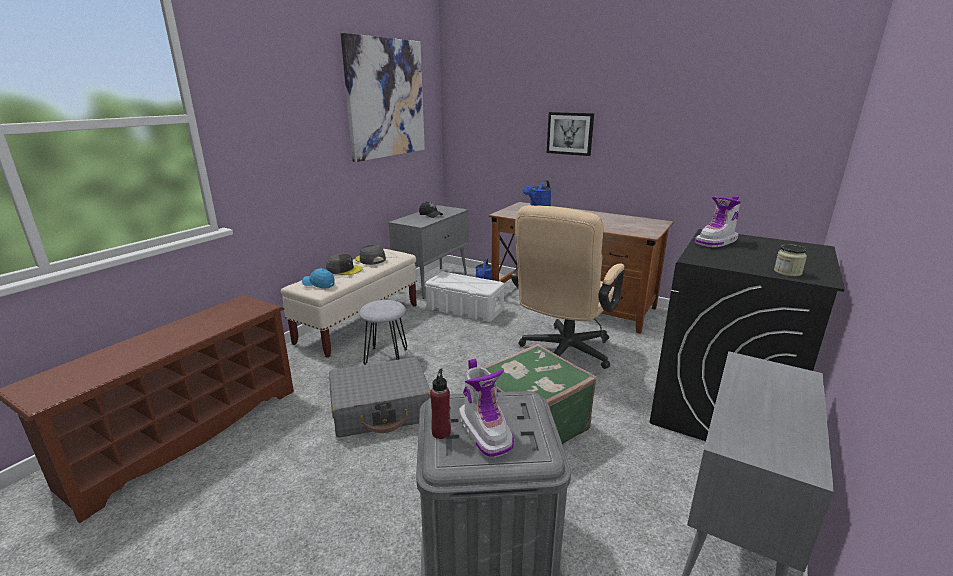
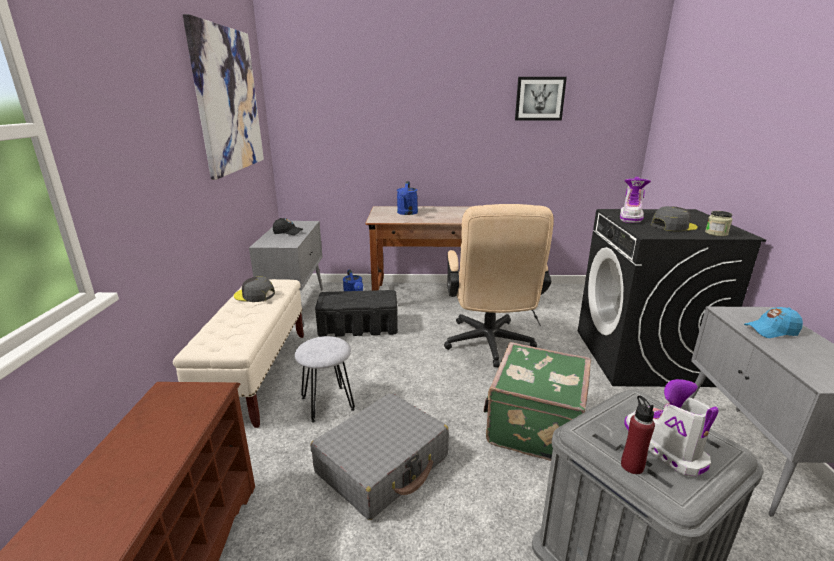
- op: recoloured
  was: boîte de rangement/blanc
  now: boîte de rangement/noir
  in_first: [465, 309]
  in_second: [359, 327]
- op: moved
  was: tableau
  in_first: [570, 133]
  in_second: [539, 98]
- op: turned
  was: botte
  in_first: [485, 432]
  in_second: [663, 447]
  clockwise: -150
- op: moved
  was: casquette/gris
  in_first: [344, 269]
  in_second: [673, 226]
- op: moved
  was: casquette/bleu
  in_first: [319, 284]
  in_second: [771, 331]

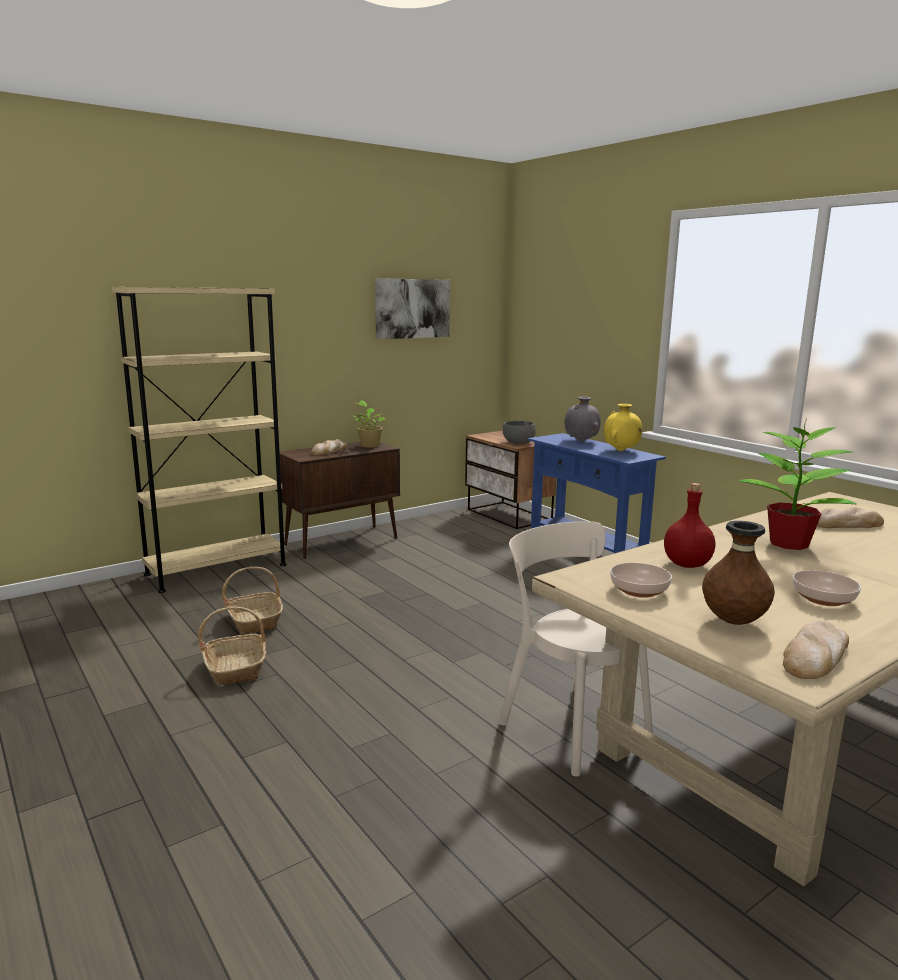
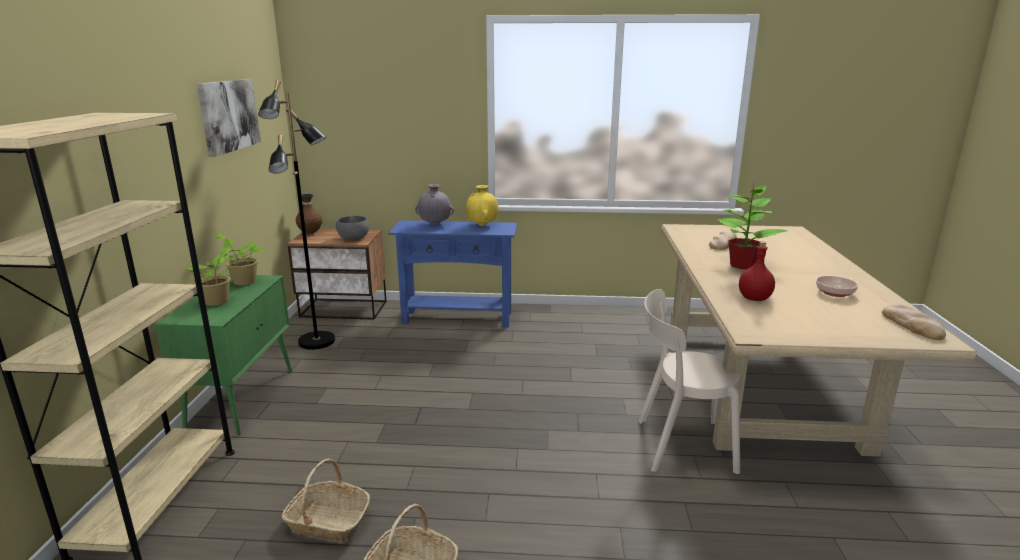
- op: recoloured
  was: meuble de rangement/marron
  now: meuble de rangement/vert
  in_first: [342, 541]
  in_second: [242, 398]
- op: replaced
  was: pain
  now: plante en pot
  in_first: [329, 451]
  in_second: [218, 302]
- op: added
  now: lampadaire/noir
  in_second: [317, 342]
- op: moved
  was: vase/marron
  in_first: [734, 622]
  in_second: [310, 233]
- op: removed
  was: bol
  in_first: [638, 590]

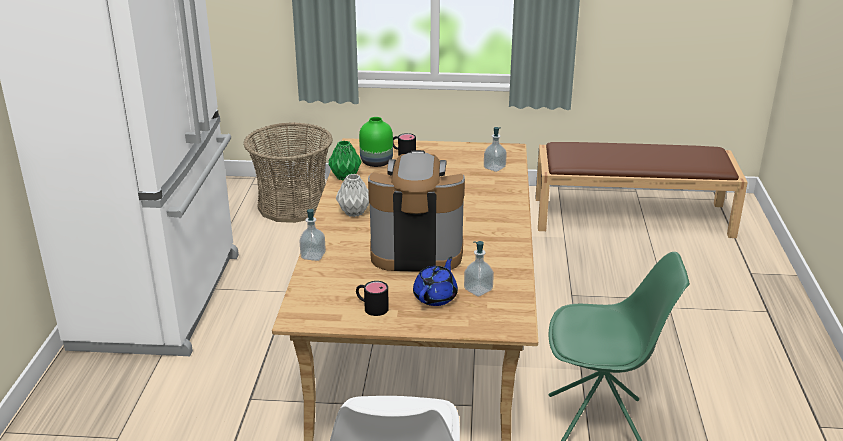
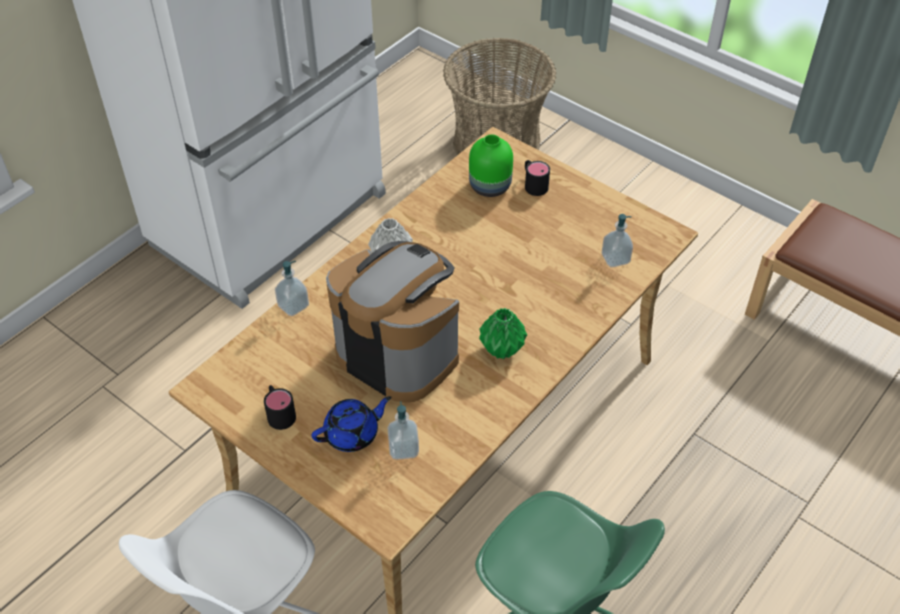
- op: moved
  was: vase/vert
  in_first: [345, 177]
  in_second: [502, 349]

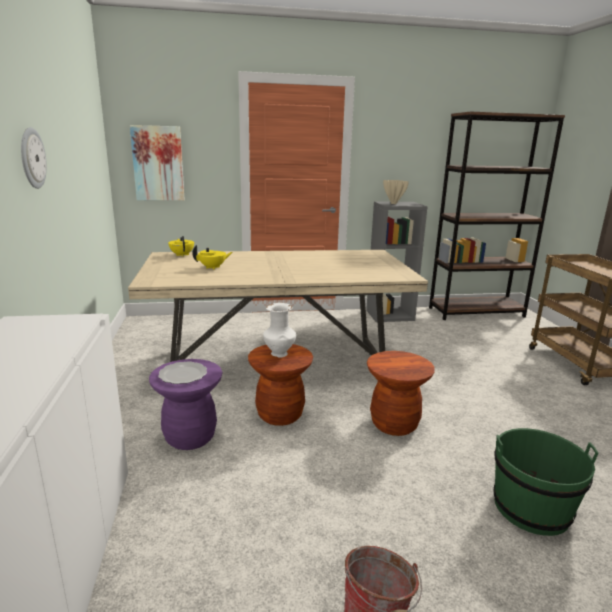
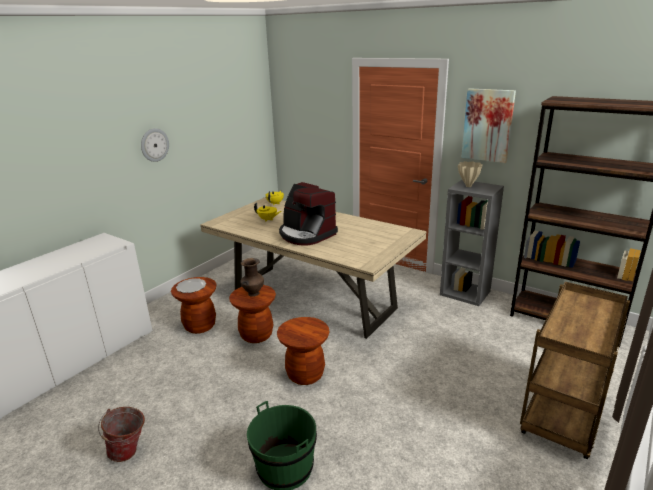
- op: recoloured
  was: tabouret/violet
  now: tabouret/marron
  in_first: [190, 437]
  in_second: [200, 326]
- op: recoloured
  was: vase/blanc
  now: vase/marron
  in_first: [279, 354]
  in_second: [253, 294]
- op: added
  now: machine à café
  in_second: [306, 234]
- op: moved
  was: tableau
  in_first: [158, 163]
  in_second: [487, 125]

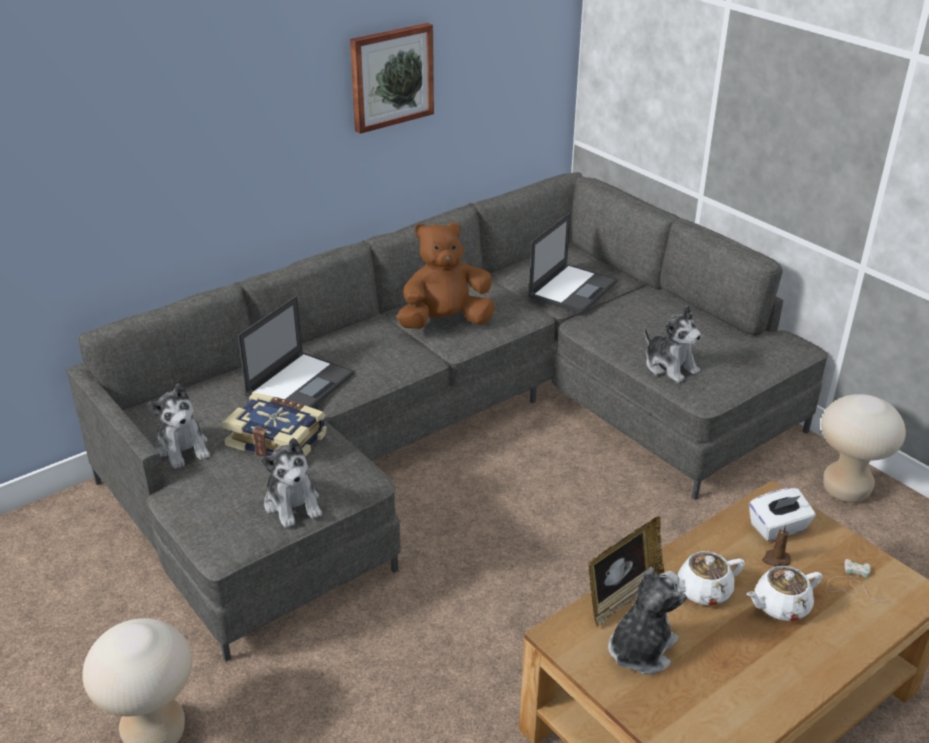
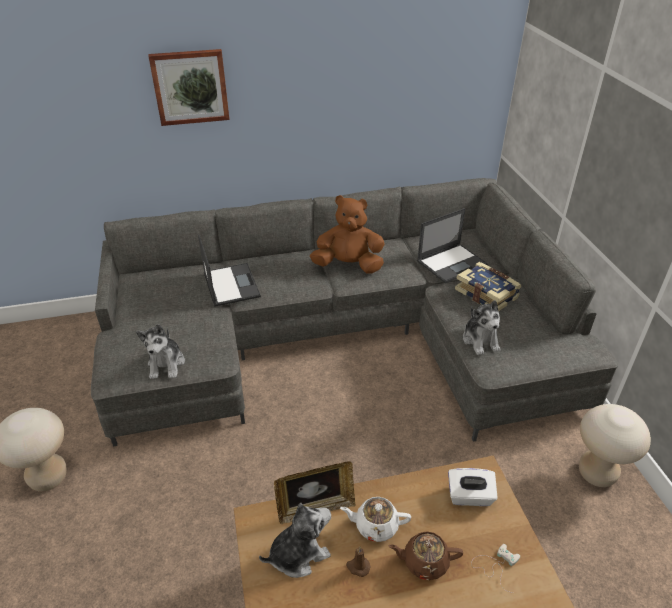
- op: moved
  was: tableau
  in_first: [391, 77]
  in_second: [190, 87]
- op: turned
  was: ordinateur portable
  in_first: [300, 384]
  in_second: [231, 284]
  clockwise: -75
- op: moved
  was: bougie/marron
  in_first: [775, 559]
  in_second: [358, 567]
- op: recoloured
  was: théière/blanc
  now: théière/marron
  in_first: [780, 606]
  in_second: [424, 561]
- op: moved
  was: livre
  in_first: [278, 440]
  in_second: [487, 294]
- op: removed
  was: peluche
  in_first: [183, 448]

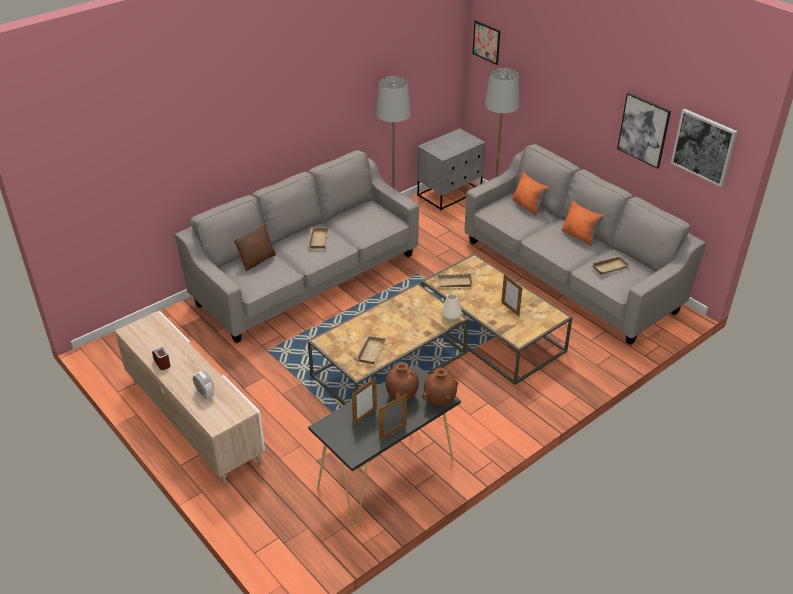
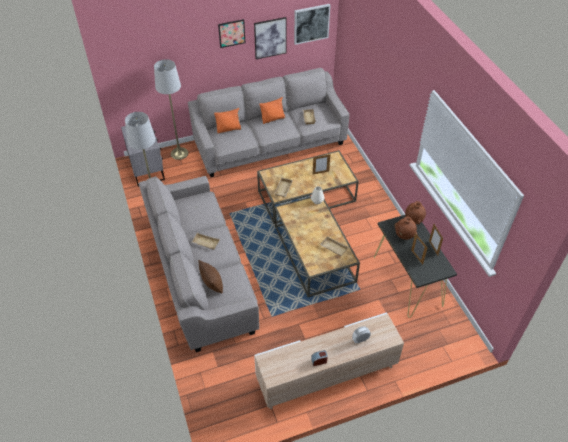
- op: moved
  was: tableau
  in_first: [486, 42]
  in_second: [231, 33]

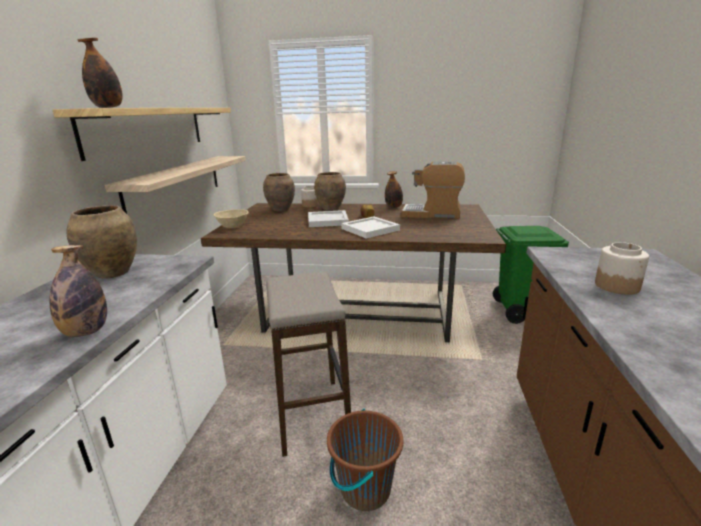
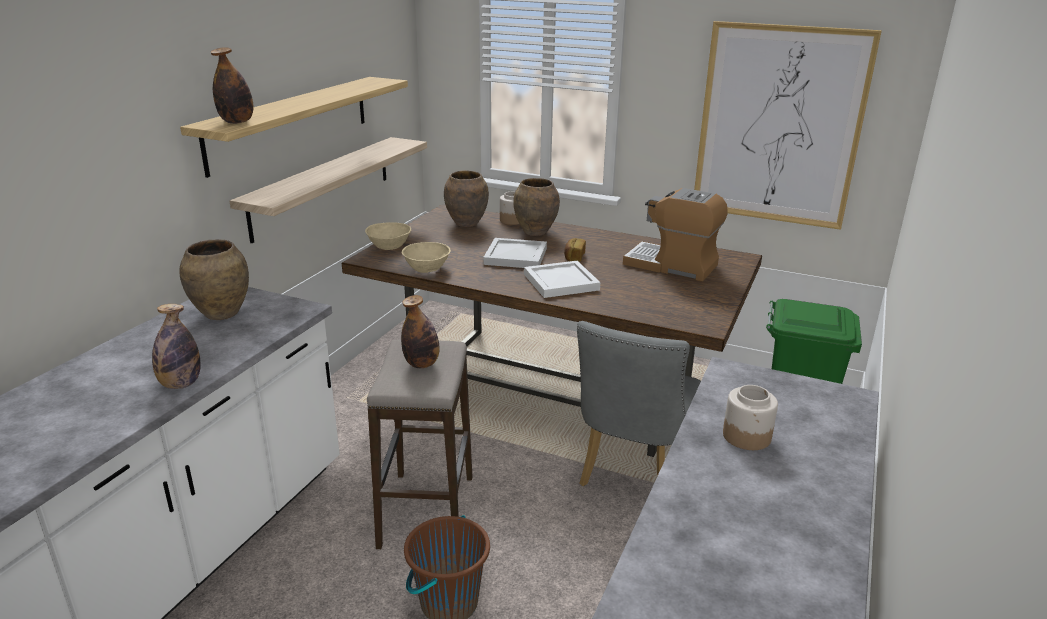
- op: moved
  was: bouteille
  in_first: [393, 207]
  in_second: [422, 364]
- op: added
  now: bol/beige
  in_second: [426, 268]
- op: added
  now: chaise/gris
  in_second: [631, 474]
- op: added
  now: tableau
  in_second: [779, 126]

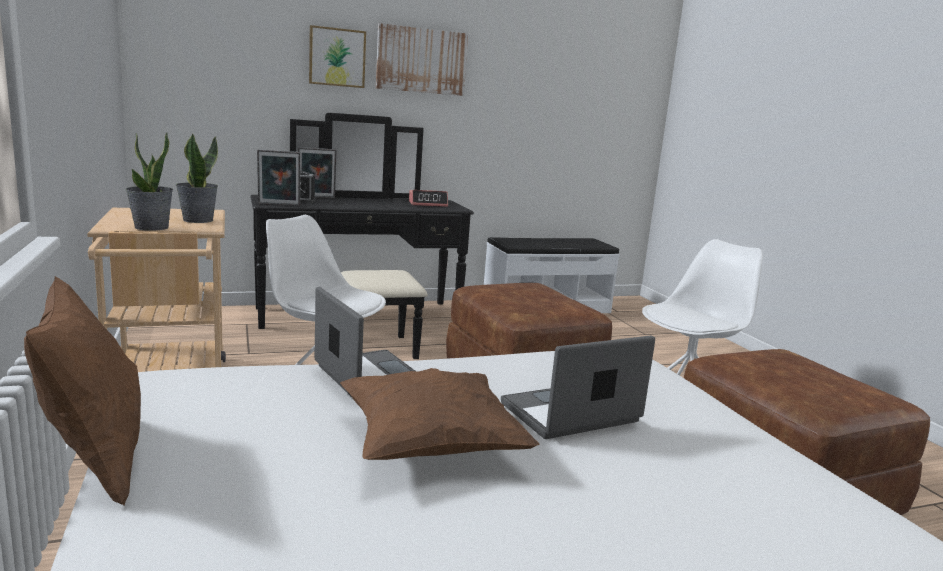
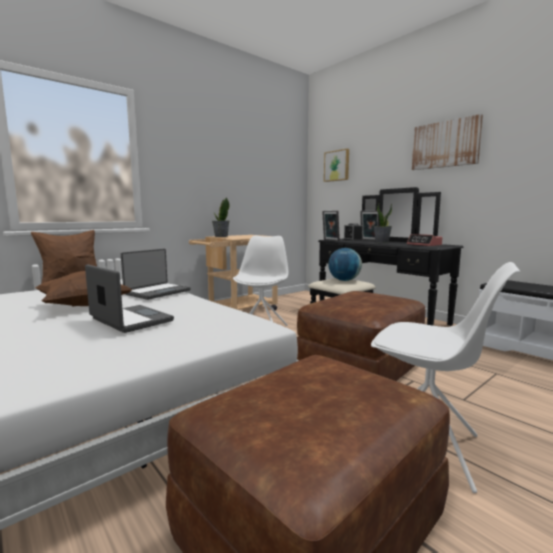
- op: moved
  was: tableau
  in_first: [337, 57]
  in_second: [337, 166]
- op: added
  now: globe
  in_second: [344, 280]
- op: moved
  was: plante en pot
  in_first: [197, 220]
  in_second: [381, 242]

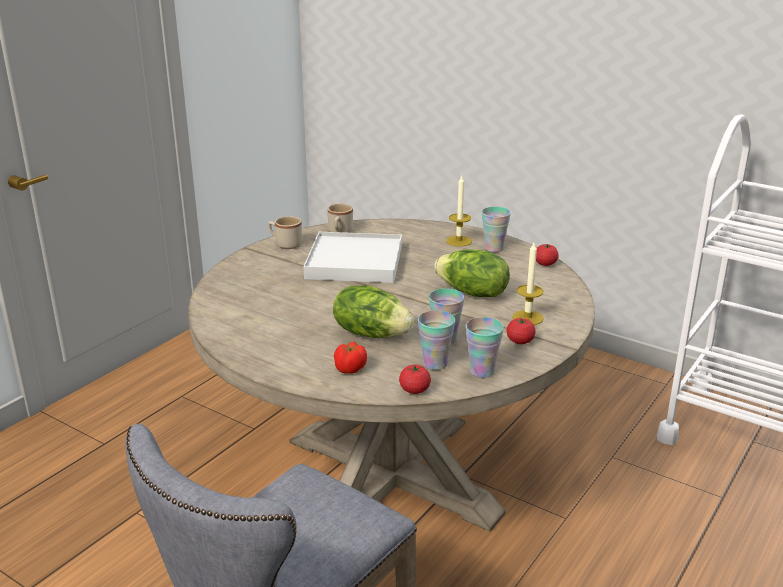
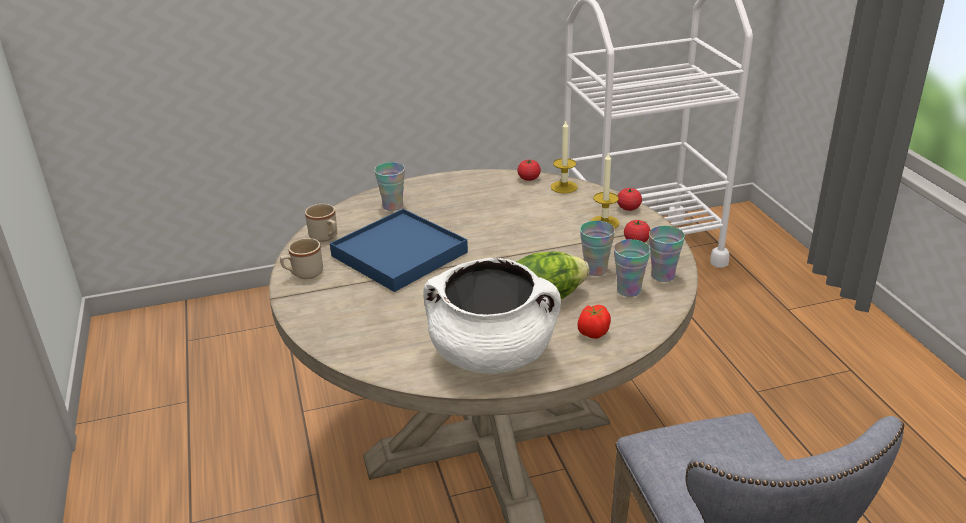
- op: recoloured
  was: plateau/blanc
  now: plateau/bleu
  in_first: [355, 262]
  in_second: [399, 254]
- op: moved
  was: tasse
  in_first: [494, 248]
  in_second: [393, 206]
- op: added
  now: marmite/blanc
  in_second: [492, 355]
- op: moved
  was: bougie
  in_first: [459, 241]
  in_second: [564, 187]
- op: moved
  was: tomate
  in_first: [414, 390]
  in_second: [628, 208]
- op: removed
  was: laitue
  in_first: [472, 293]

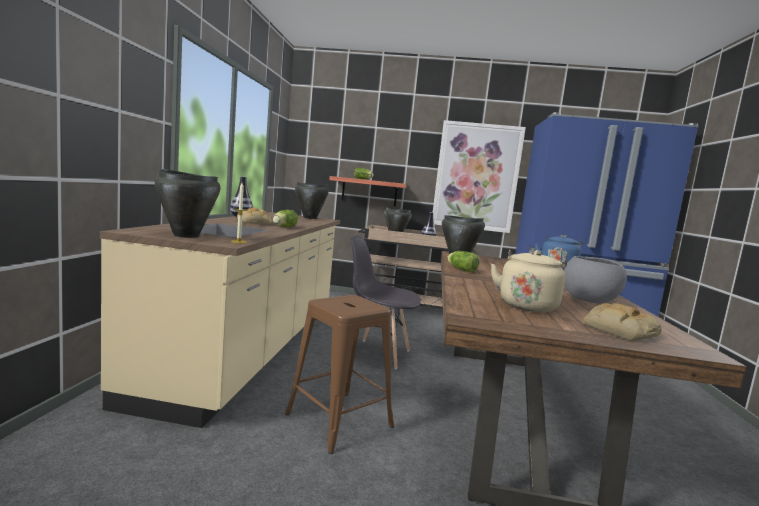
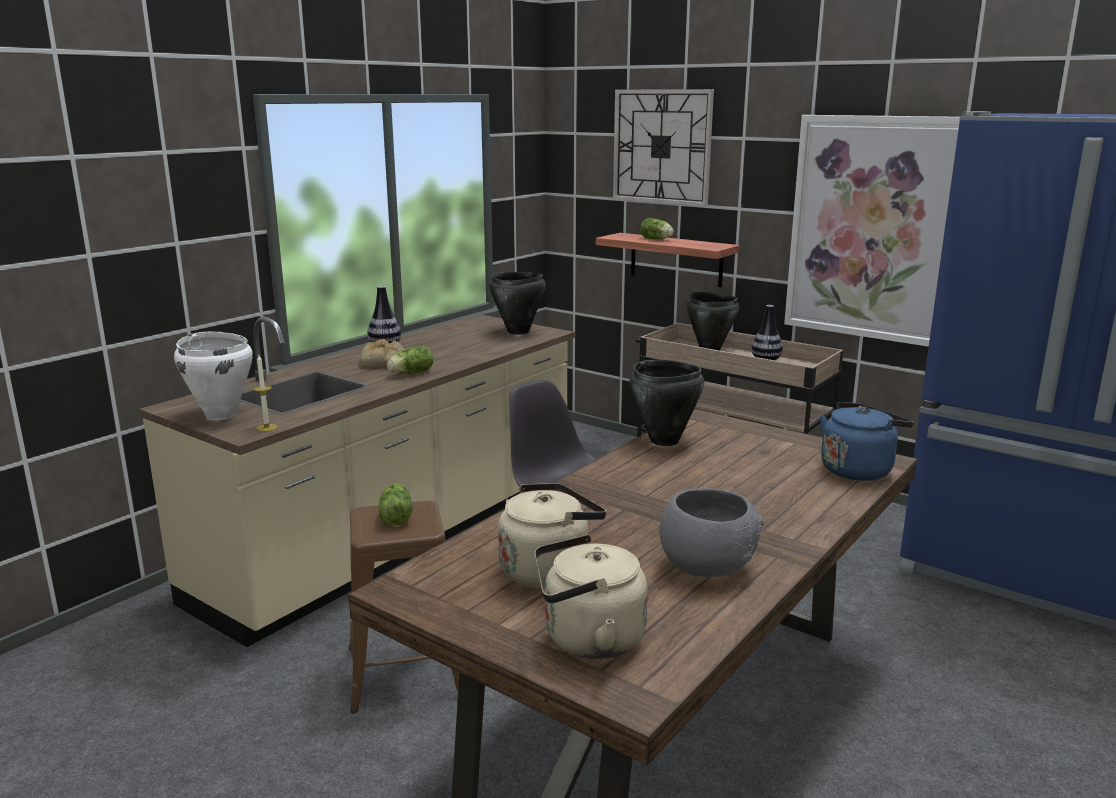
- op: recoloured
  was: marmite/noir
  now: marmite/blanc
  in_first: [186, 236]
  in_second: [221, 415]
- op: moved
  was: laitue
  in_first: [460, 269]
  in_second: [396, 516]
- op: replaced
  was: pain
  now: bouilloire/beige
  in_first: [618, 330]
  in_second: [587, 639]
- op: added
  now: horloge murale
  in_second: [662, 146]

